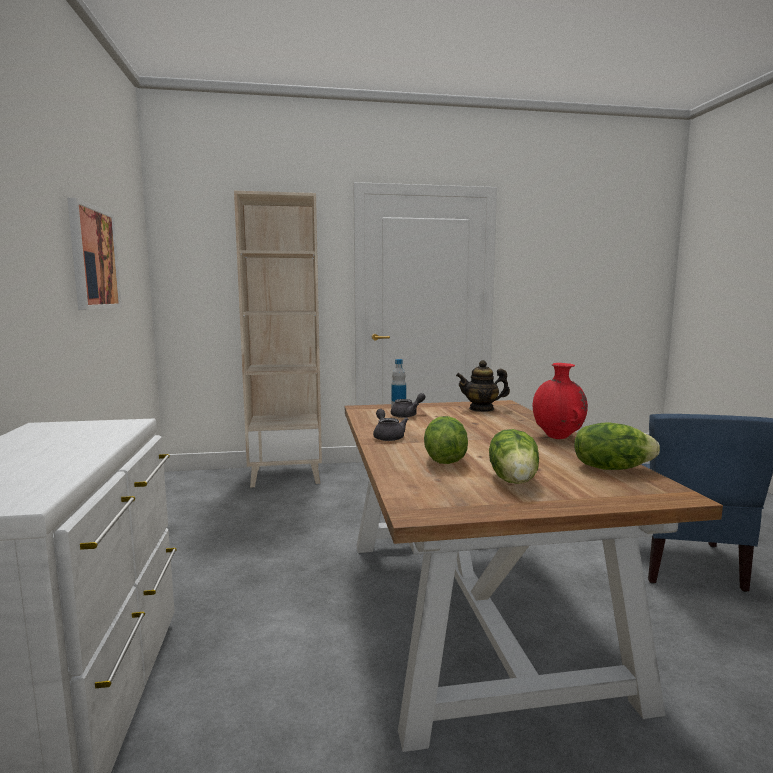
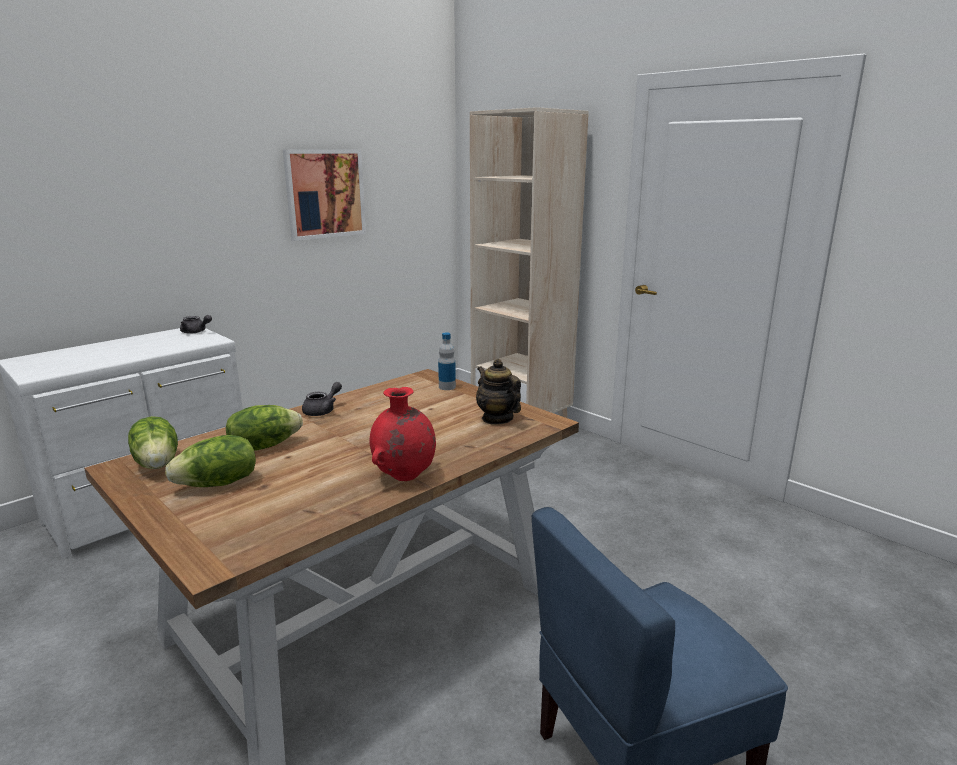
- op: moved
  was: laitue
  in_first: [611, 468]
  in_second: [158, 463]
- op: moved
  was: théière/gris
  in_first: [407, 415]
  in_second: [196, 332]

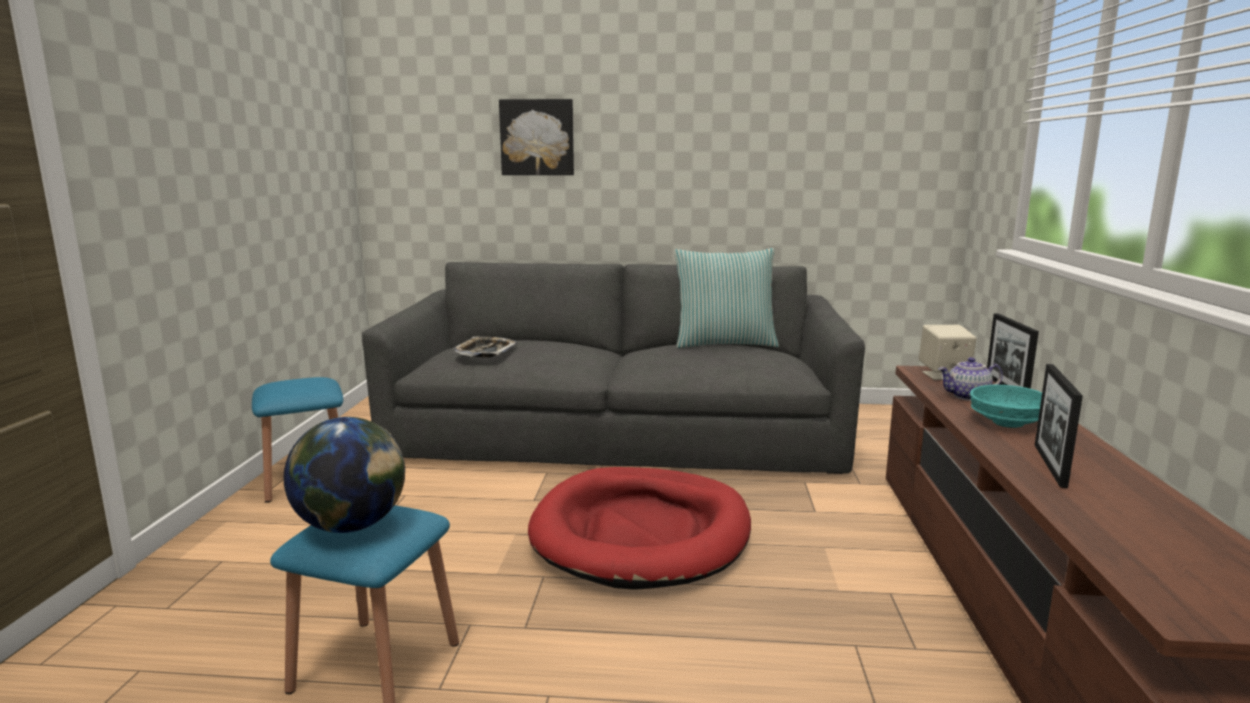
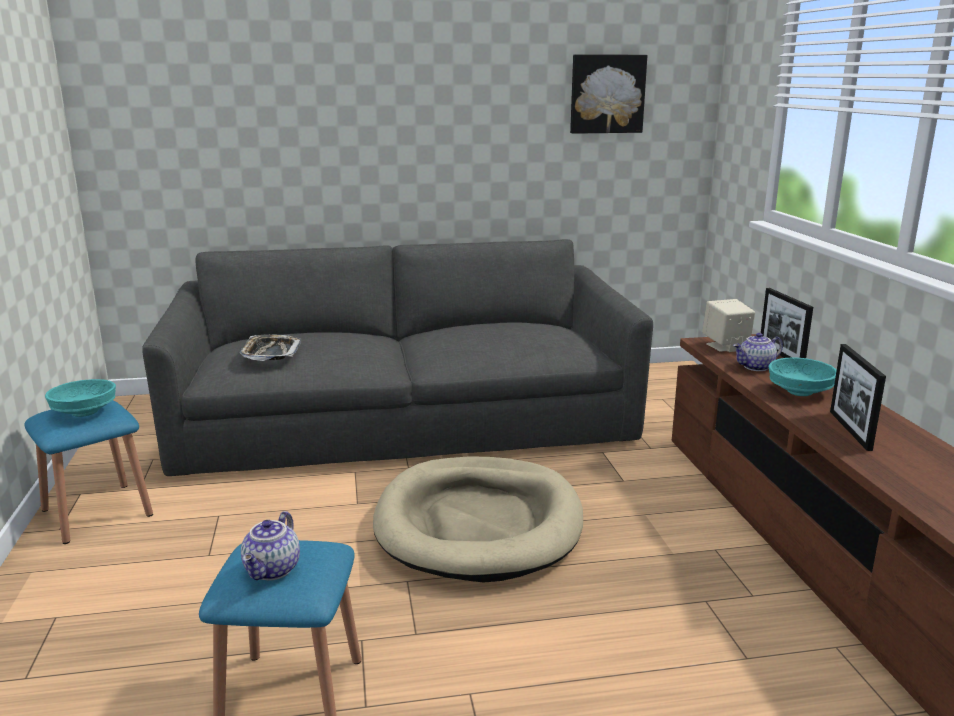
- op: added
  now: bol/turquoise
  in_second: [85, 412]
- op: replaced
  was: globe
  now: théière
  in_first: [351, 527]
  in_second: [273, 570]
- op: recoloured
  was: panier pour chien/rouge
  now: panier pour chien/beige
  in_first: [641, 533]
  in_second: [479, 523]
- op: moved
  was: tableau
  in_first: [537, 137]
  in_second: [607, 94]
- op: removed
  was: coussin
  in_first: [724, 344]

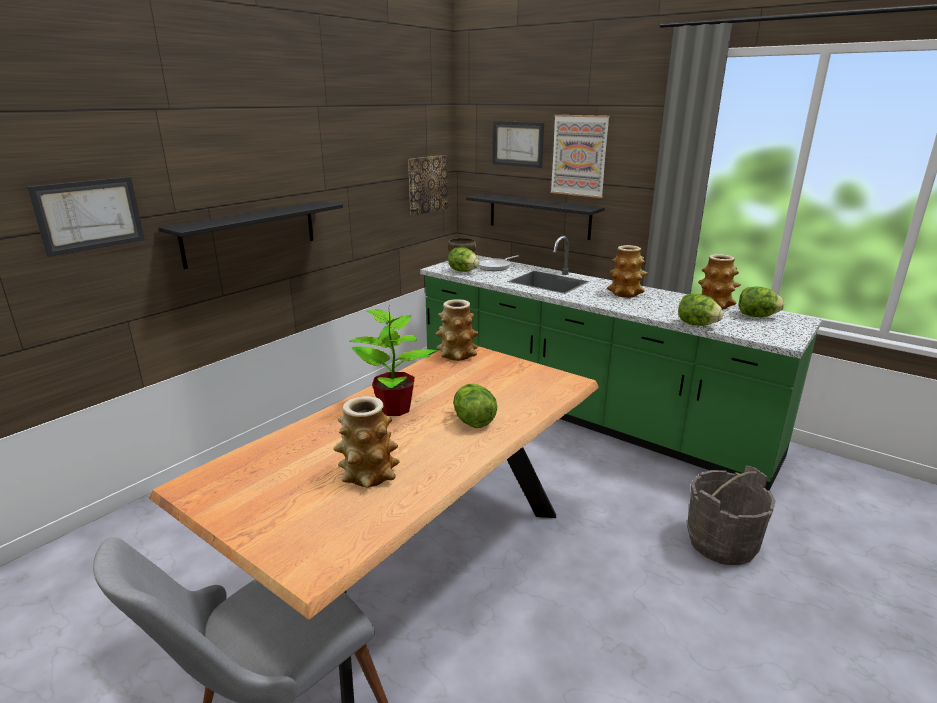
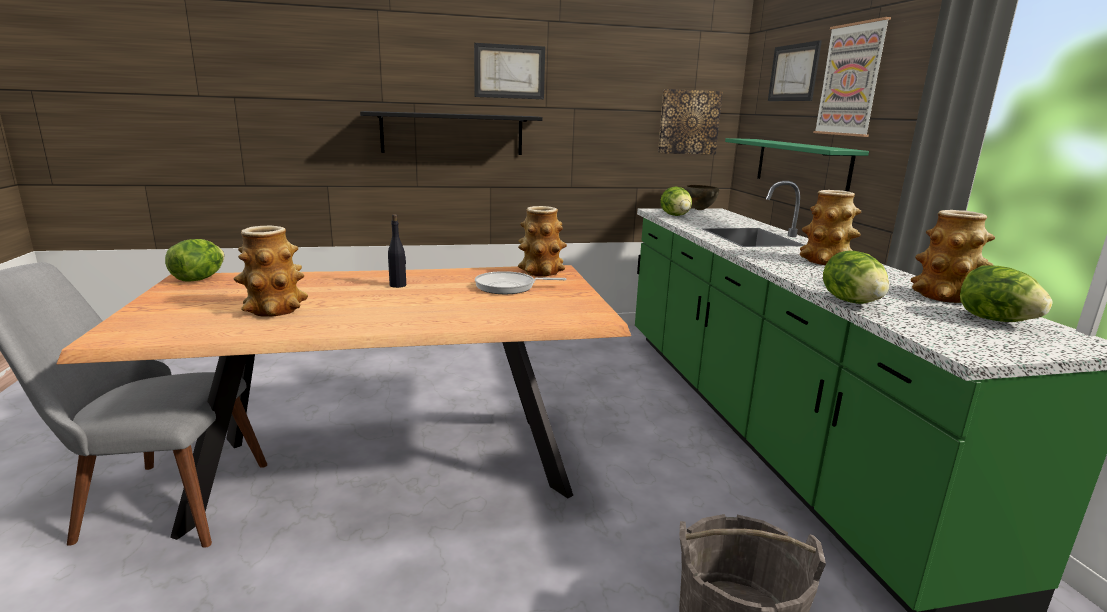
- op: moved
  was: laitue
  in_first: [473, 421]
  in_second: [199, 279]
- op: replaced
  was: plante en pot
  now: bouteille/noir
  in_first: [396, 409]
  in_second: [398, 285]
- op: moved
  was: tableau
  in_first: [89, 215]
  in_second: [509, 71]
- op: moved
  was: poêle
  in_first: [495, 266]
  in_second: [509, 287]
- op: recoloured
  was: étagère/noir
  now: étagère/vert
  in_first: [539, 216]
  in_second: [801, 165]

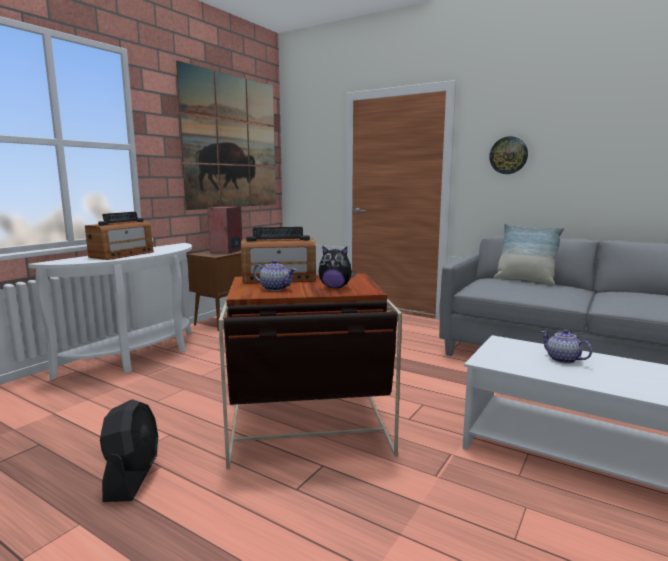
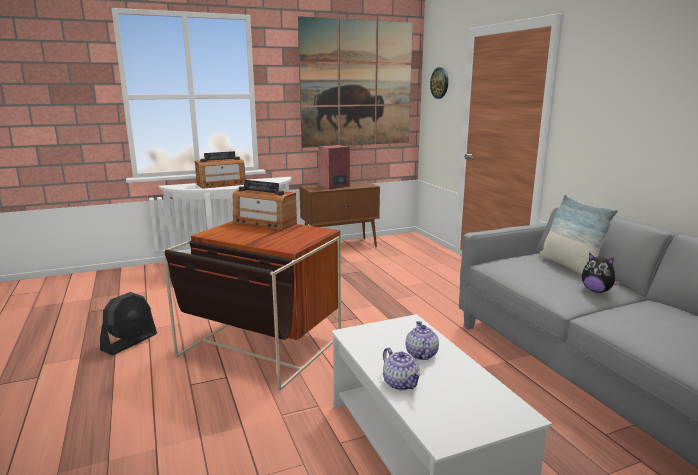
- op: moved
  was: théière
  in_first: [275, 288]
  in_second: [401, 383]
- op: moved
  was: horloge murale
  in_first: [508, 155]
  in_second: [439, 83]
- op: moved
  was: peluche
  in_first: [335, 287]
  in_second: [596, 291]

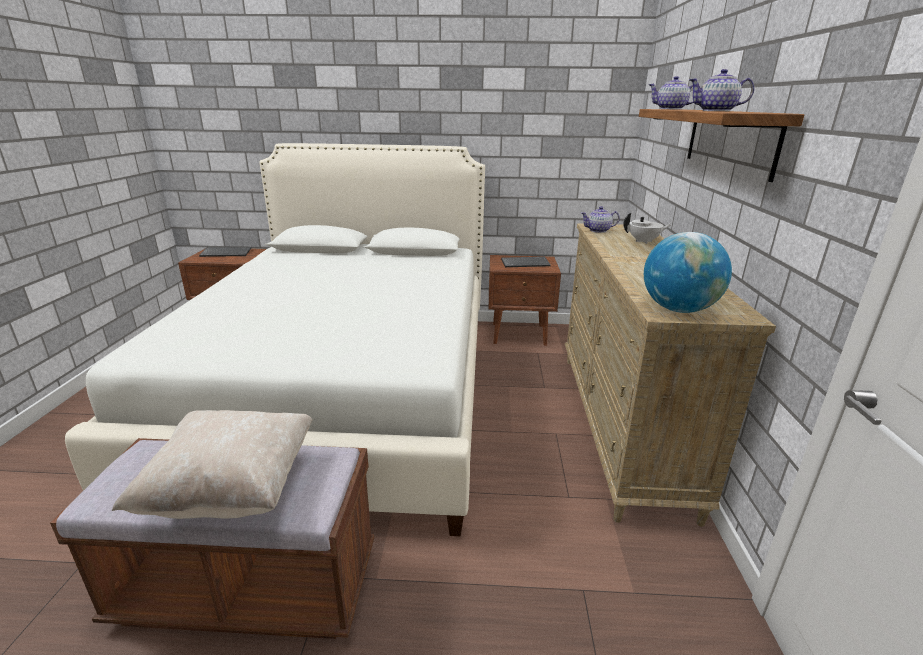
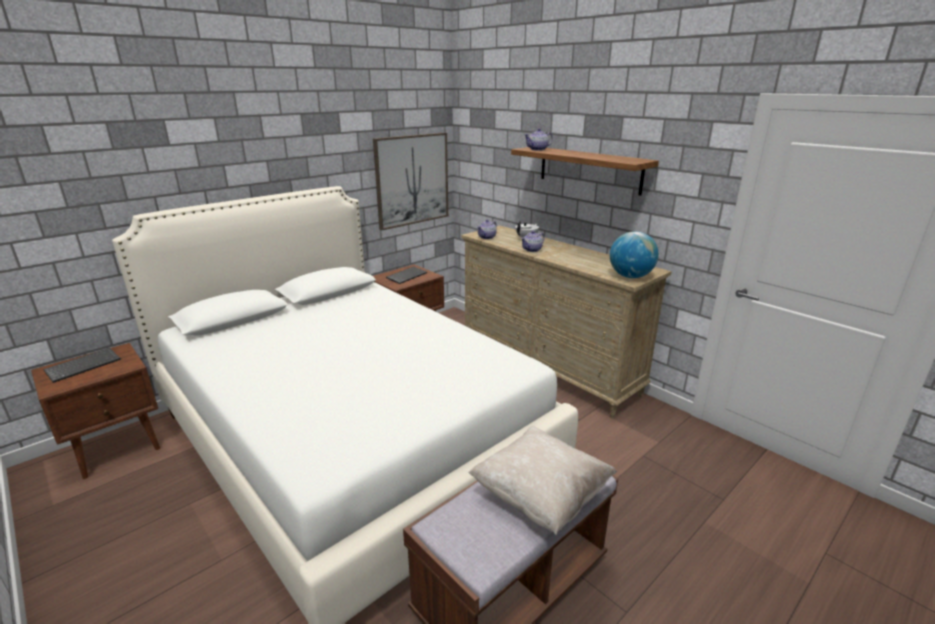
- op: added
  now: tableau
  in_second: [412, 180]
- op: moved
  was: théière
  in_first: [716, 111]
  in_second: [532, 250]

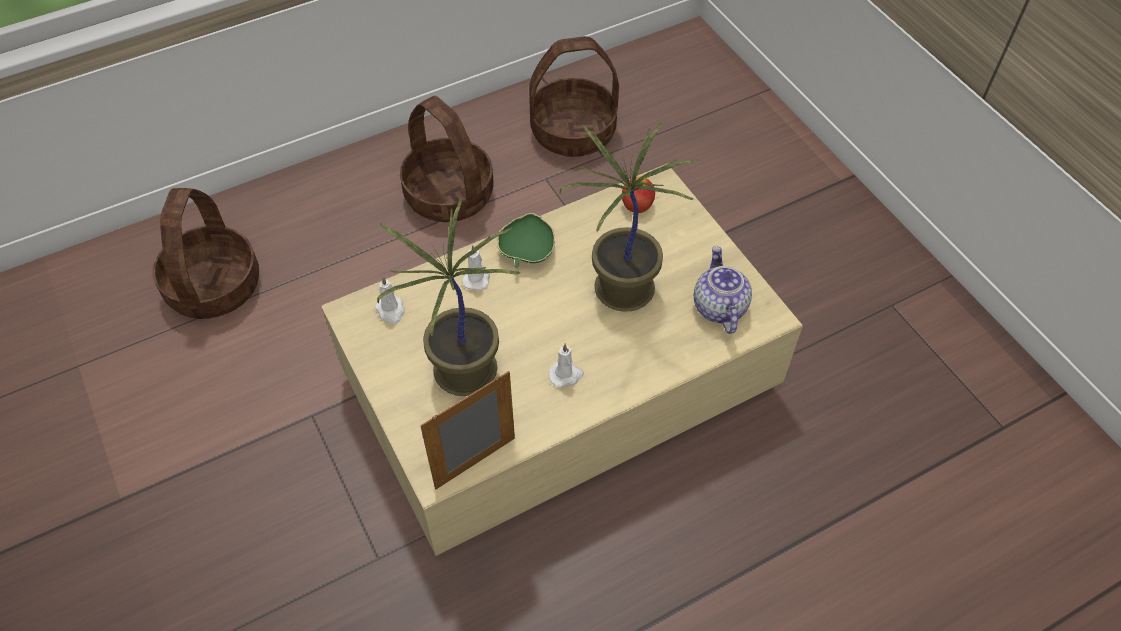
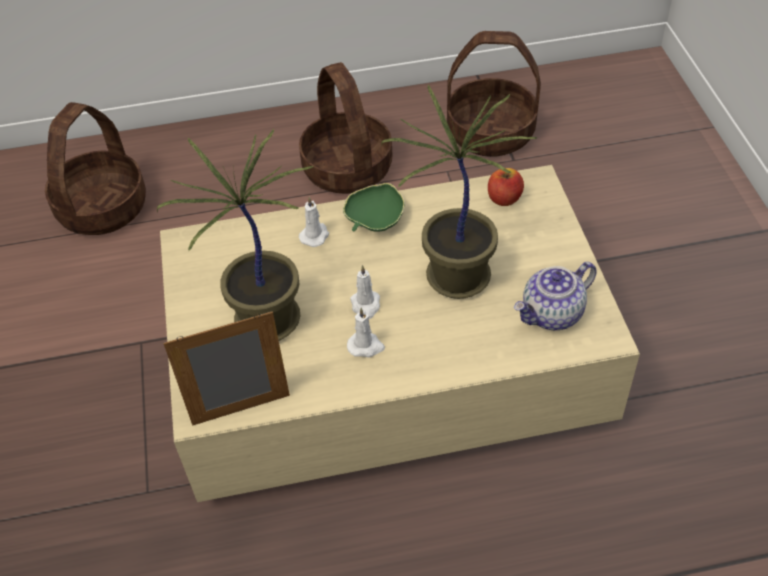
- op: moved
  was: bougie/blanc
  in_first: [391, 311]
  in_second: [366, 305]
- op: turned
  was: théière
  in_first: [718, 307]
  in_second: [552, 314]
  clockwise: -135

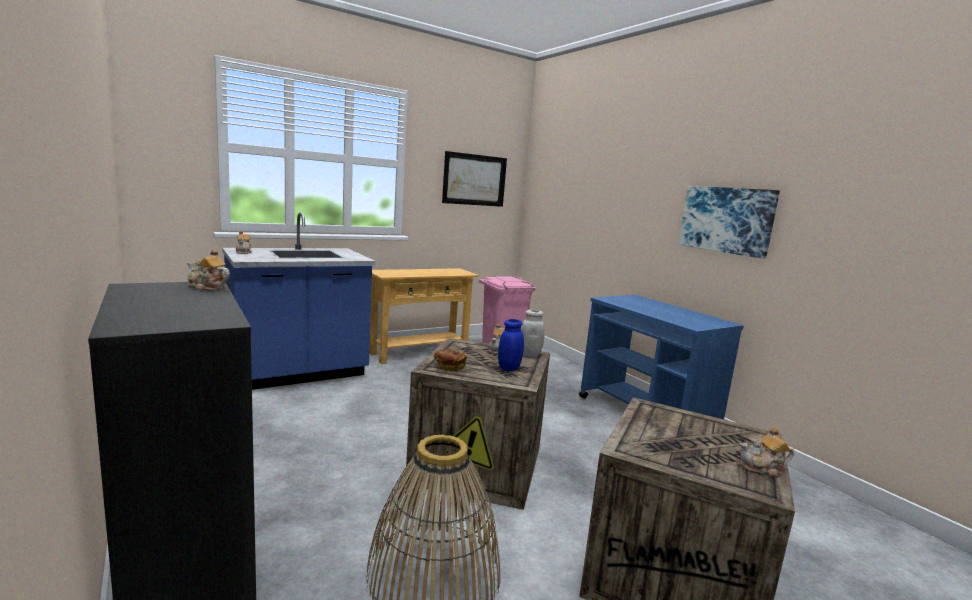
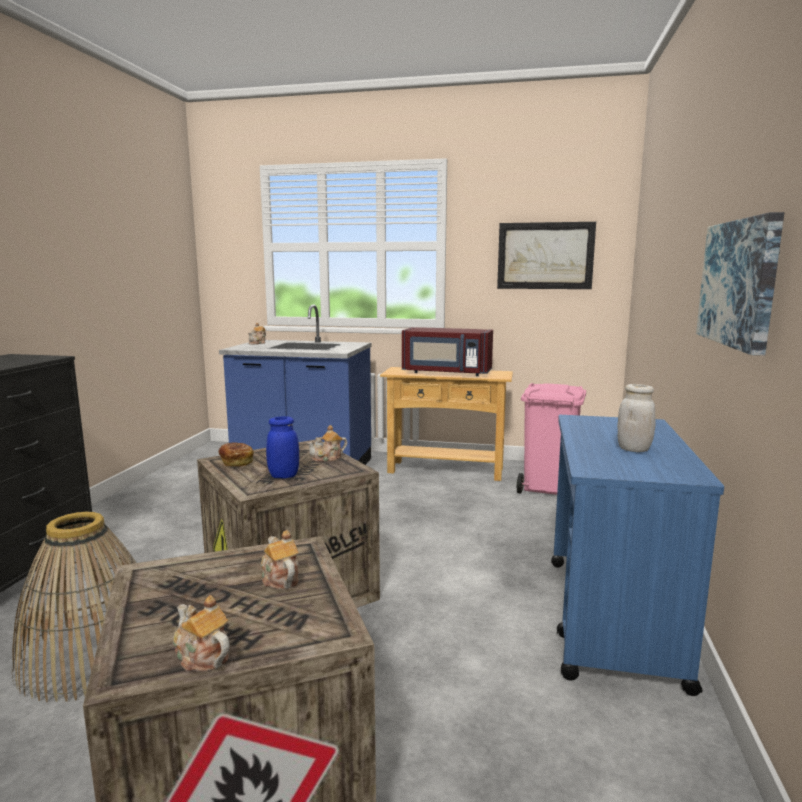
- op: moved
  was: théière
  in_first: [207, 287]
  in_second: [279, 578]
- op: added
  now: micro-ondes/rouge
  in_second: [446, 373]
- op: moved
  was: bocal/blanc
  in_first: [529, 354]
  in_second: [633, 449]

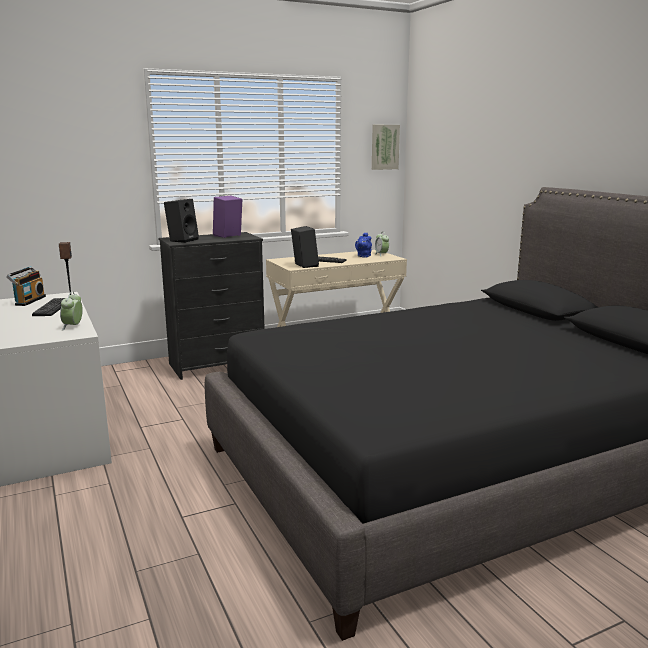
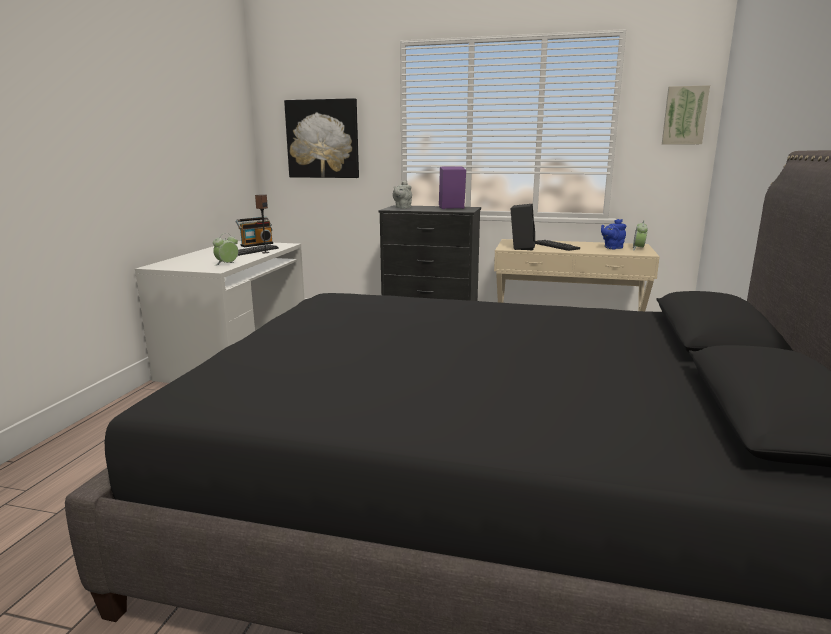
- op: added
  now: tableau
  in_second: [323, 139]
- op: replaced
  was: enceinte/noir
  now: théière/gris
  in_first: [182, 240]
  in_second: [402, 208]

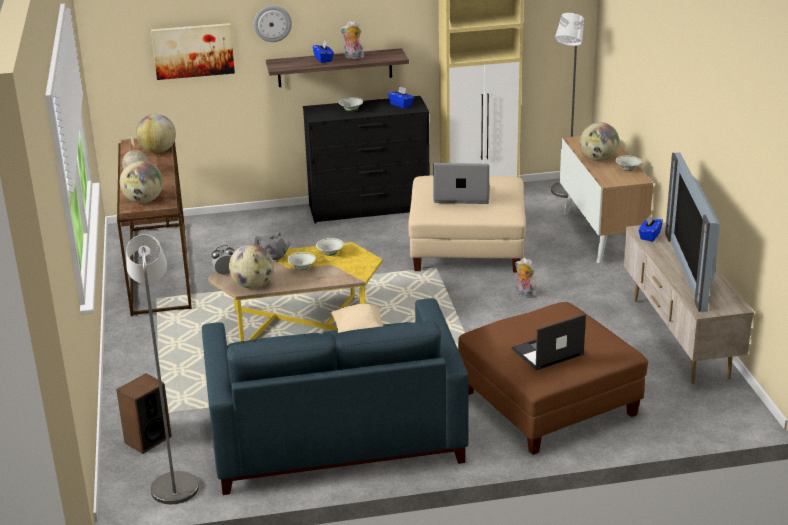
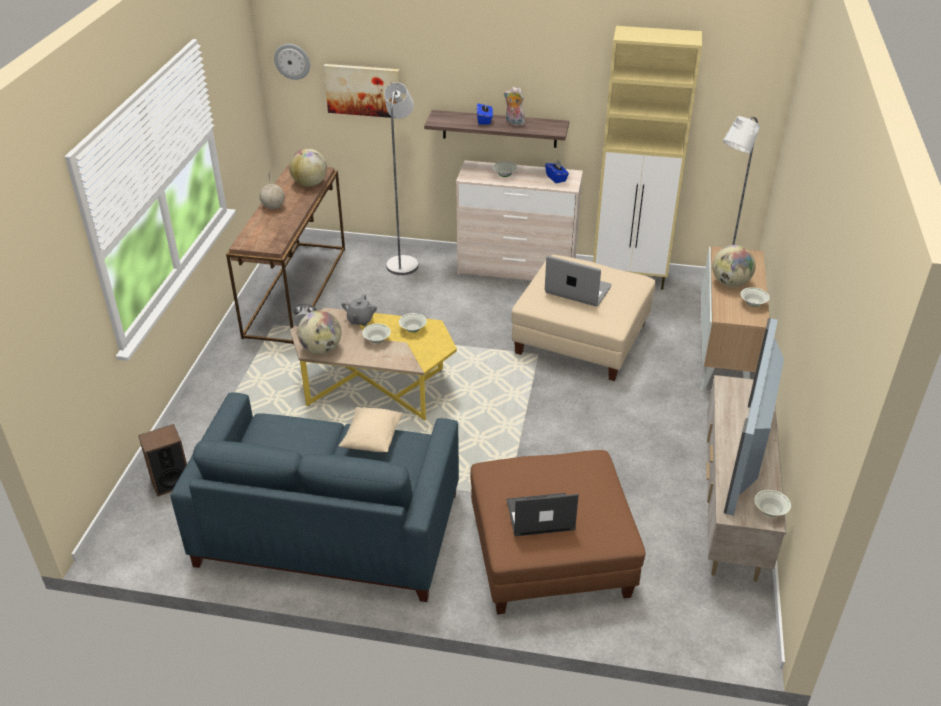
- op: moved
  was: horloge murale
  in_first: [272, 23]
  in_second: [292, 61]
- op: turned
  was: théière/gris
  in_first: [273, 257]
  in_second: [360, 320]
  clockwise: 60
- op: moved
  was: lampadaire/gris
  in_first: [174, 483]
  in_second: [404, 262]
- op: recoloured
  was: commode/noir
  now: commode/beige
  in_first: [369, 209]
  in_second: [516, 269]
- op: added
  now: bol/blanc
  in_second: [770, 512]
- op: removed
  was: globe
  in_first: [143, 201]
- op: removed
  was: peluche
  in_first: [524, 294]
- op: removed
  was: boîte à mouchoirs/bleu
  in_first: [649, 236]

